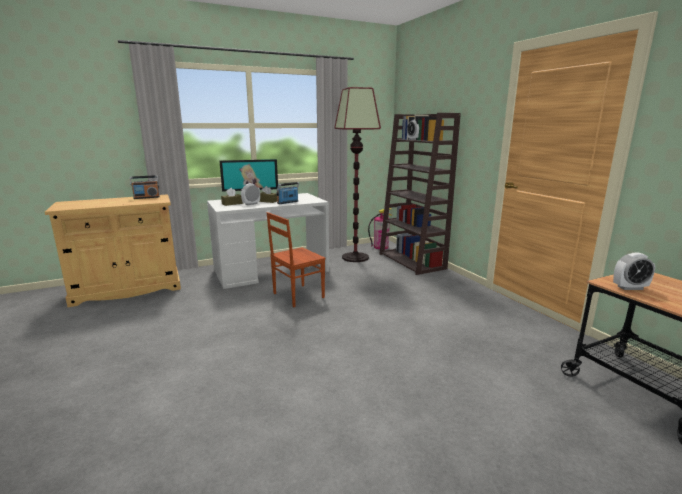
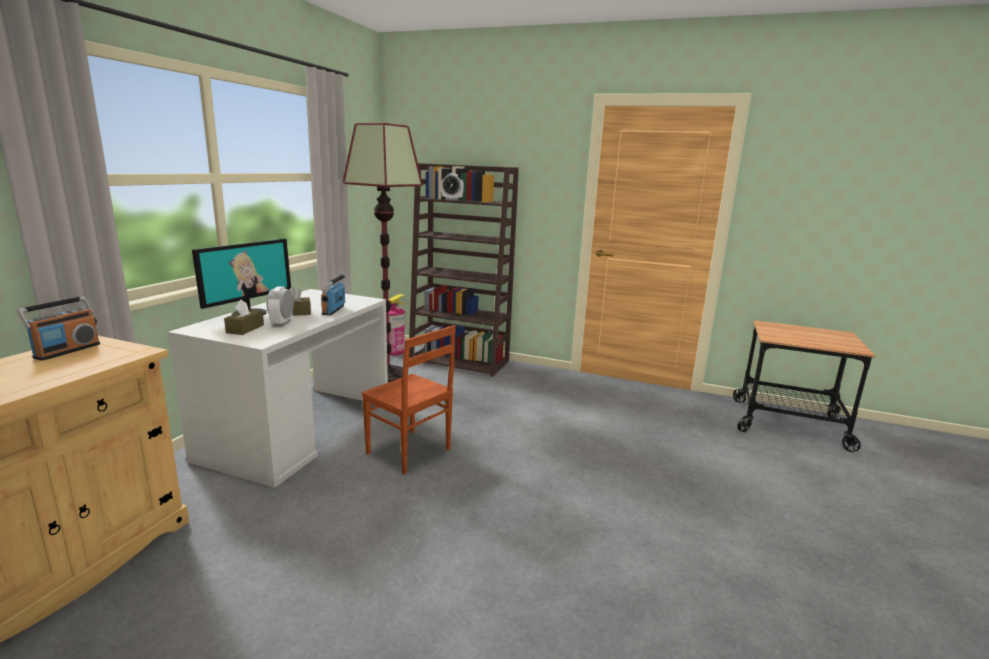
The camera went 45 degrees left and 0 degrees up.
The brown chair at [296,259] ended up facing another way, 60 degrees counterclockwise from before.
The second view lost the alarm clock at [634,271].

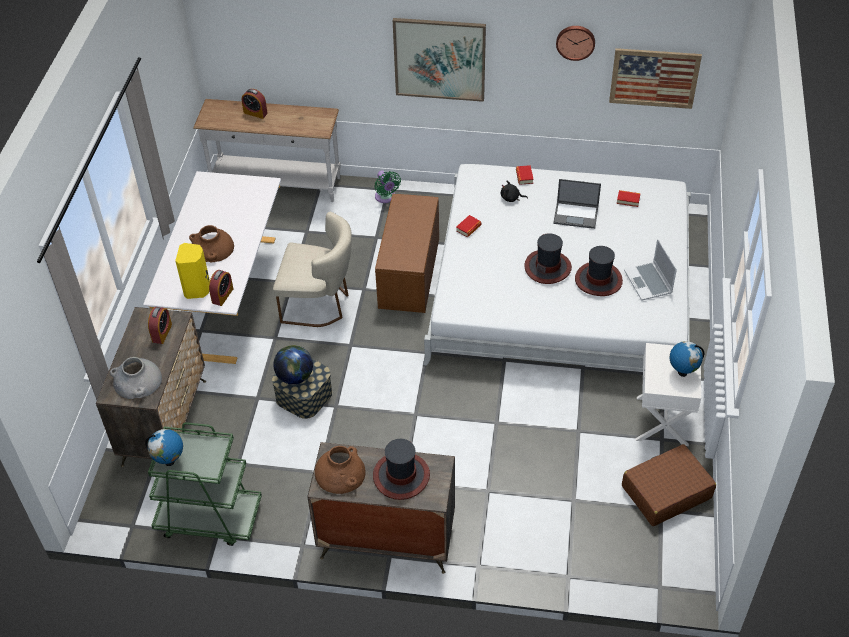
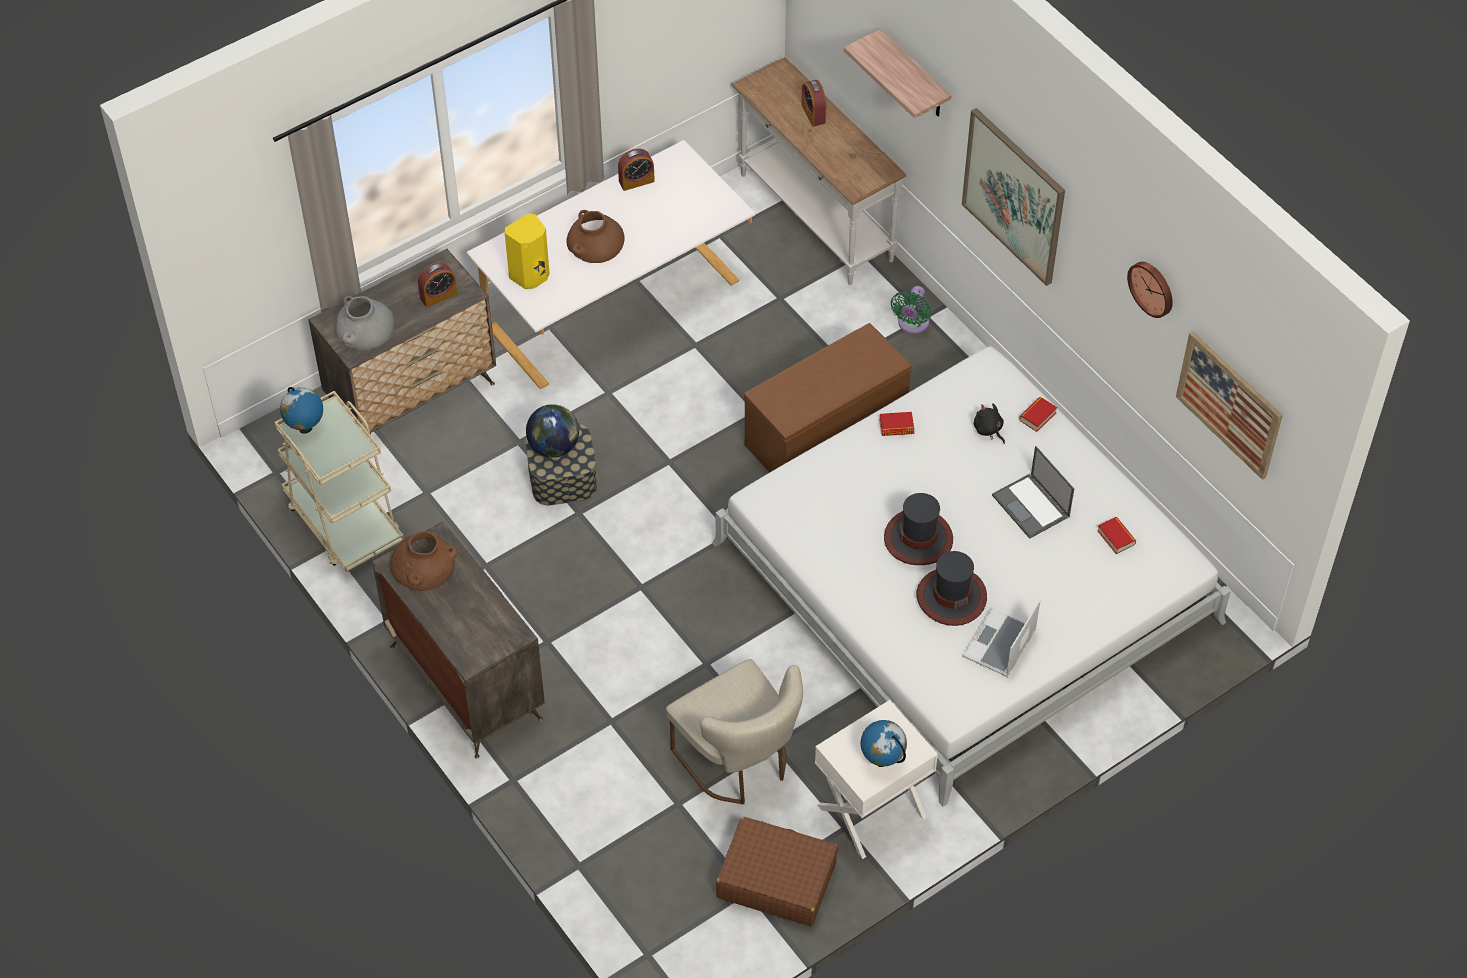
The camera went 45 degrees right and 5 degrees up.
The sand-coloured chair ended up elsewhere, having gone from [312,269] to [734,731].
The alarm clock ended up elsewhere, having gone from [221,288] to [636,170].
What was the green-coloured trolley at [205,484] turned into the sand-coloured trolley at [339,481].
The second view lost the clothing hat at [401,469].
The second view gained the shelf at [898,74].

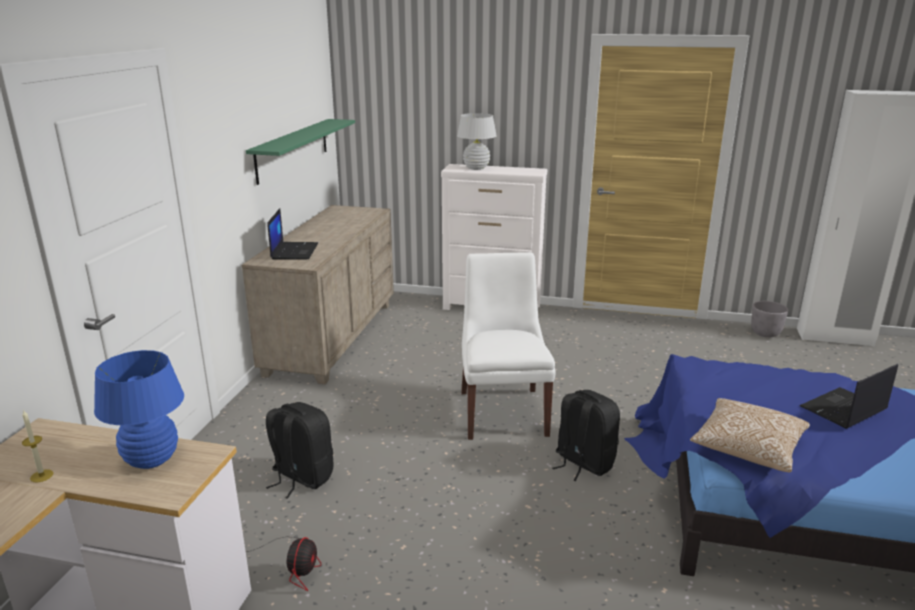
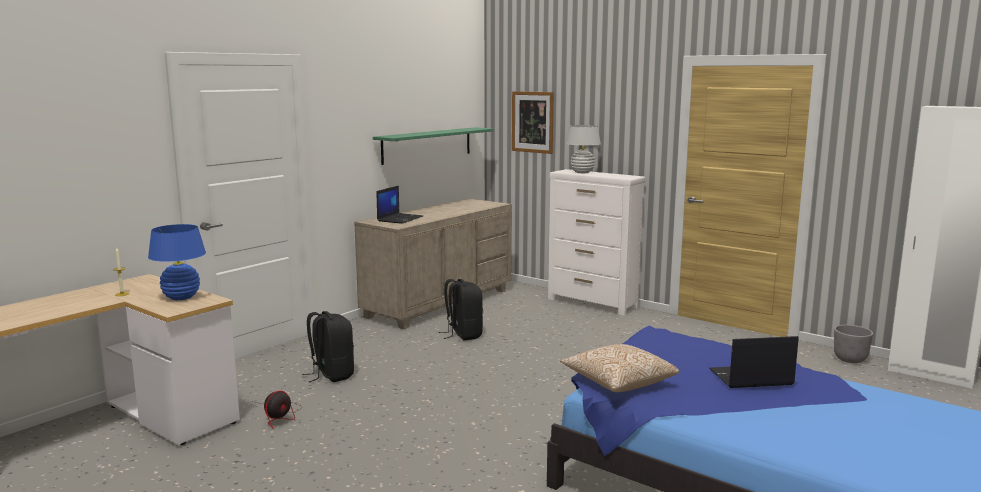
The camera went 25 degrees right and 10 degrees down.
The second view lost the white chair at [508,346].
The black knapsack ended up elsewhere, having gone from [586,435] to [461,309].
The second view gained the wall art at [533,122].

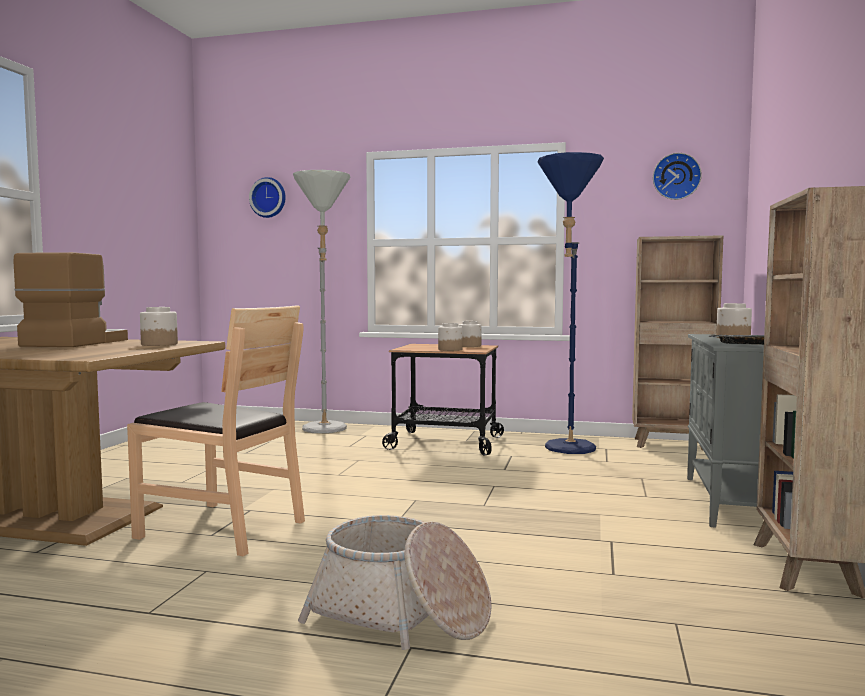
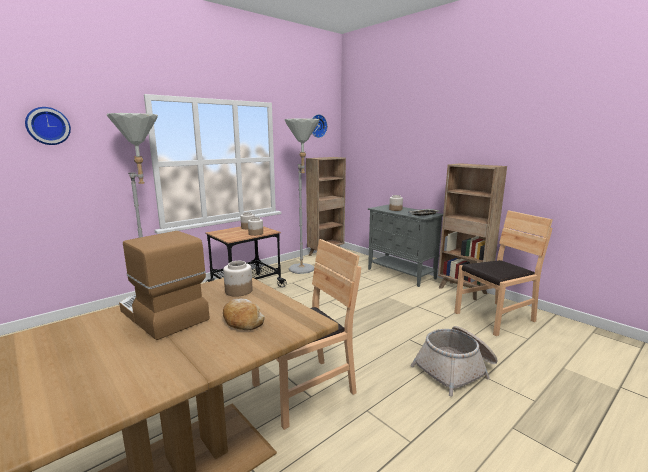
The camera went 55 degrees left and 10 degrees up.
What was the bluish standing lamp at [570,303] turned into the grey standing lamp at [302,196].
The second view gained the brown chair at [503,273].
The second view gained the baked bread at [244,314].

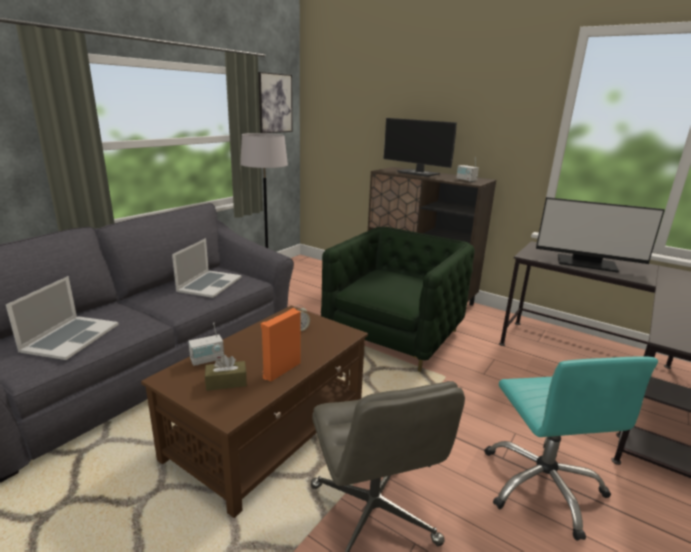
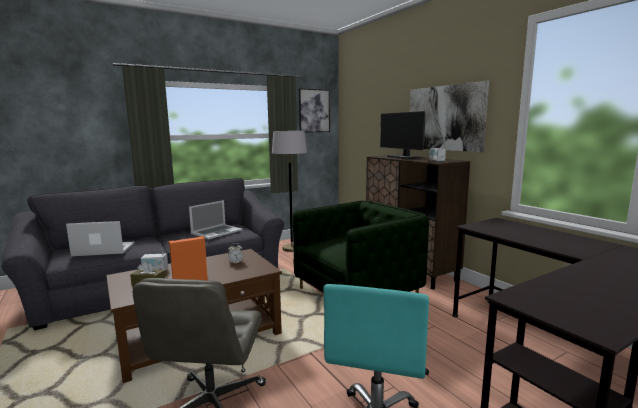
The camera went 25 degrees right and 10 degrees down.
The second view lost the monitor at [600,235].
The laptop at [62,318] ended up facing another way, 135 degrees counterclockwise from before.
The second view gained the wall art at [449,116].

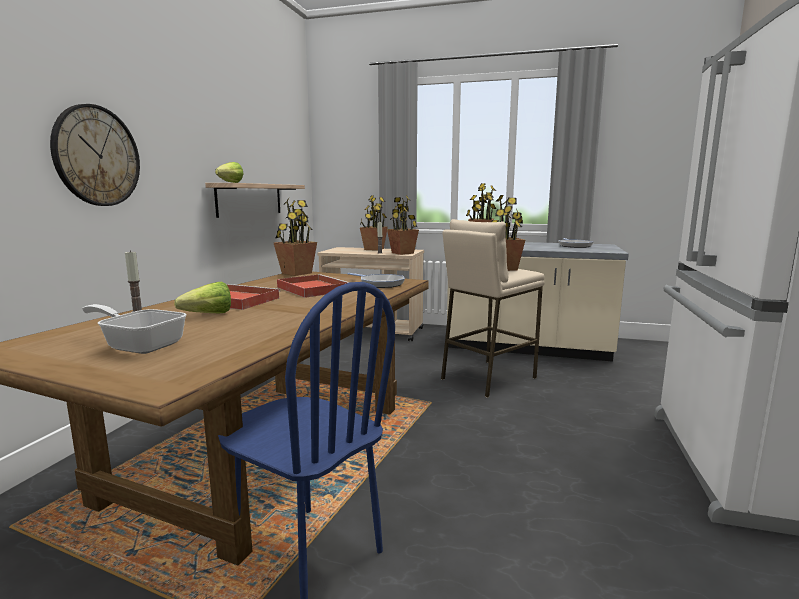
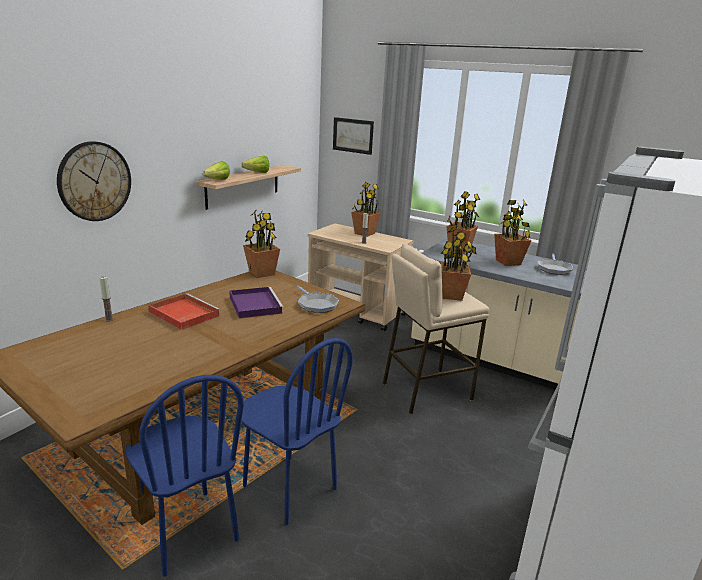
The camera went 15 degrees right and 10 degrees up.
The houseplant ended up elsewhere, having gone from [403,225] to [513,232].
What was the reddish carrying tray at [313,286] turned into the purple carrying tray at [256,303].
The lettuce head ended up elsewhere, having gone from [202,297] to [255,164].
The second view lost the skillet at [134,329].
The second view gained the wall art at [353,136].
The second view gained the bluish chair at [297,431].

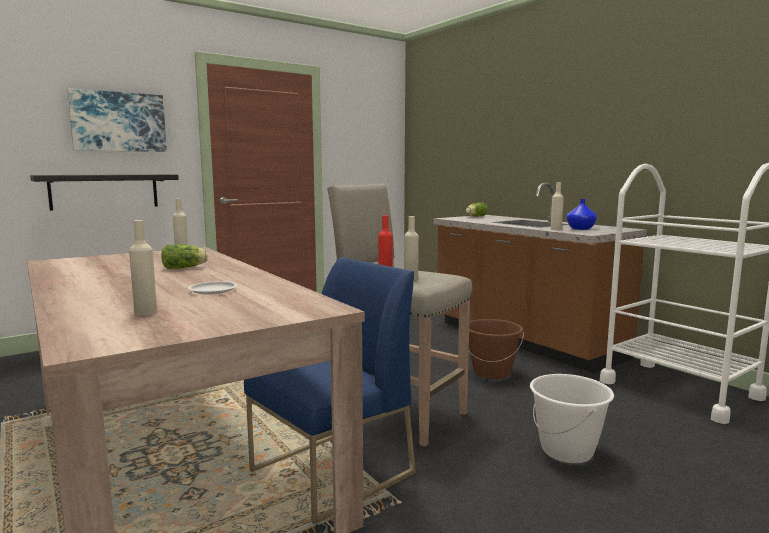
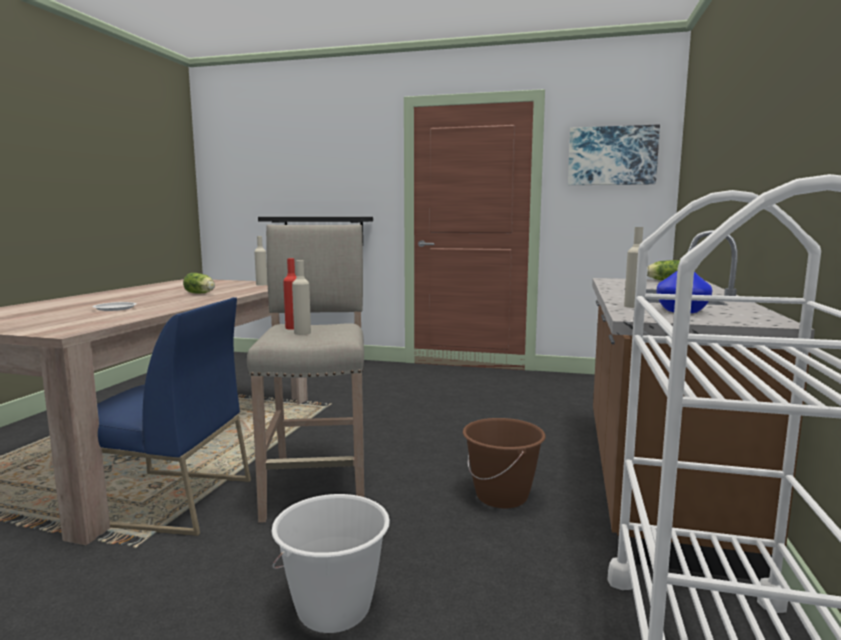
The camera went 50 degrees right and 0 degrees up.
The wall art ended up elsewhere, having gone from [117,120] to [614,154].
The second view lost the sand-coloured bottle at [143,268].

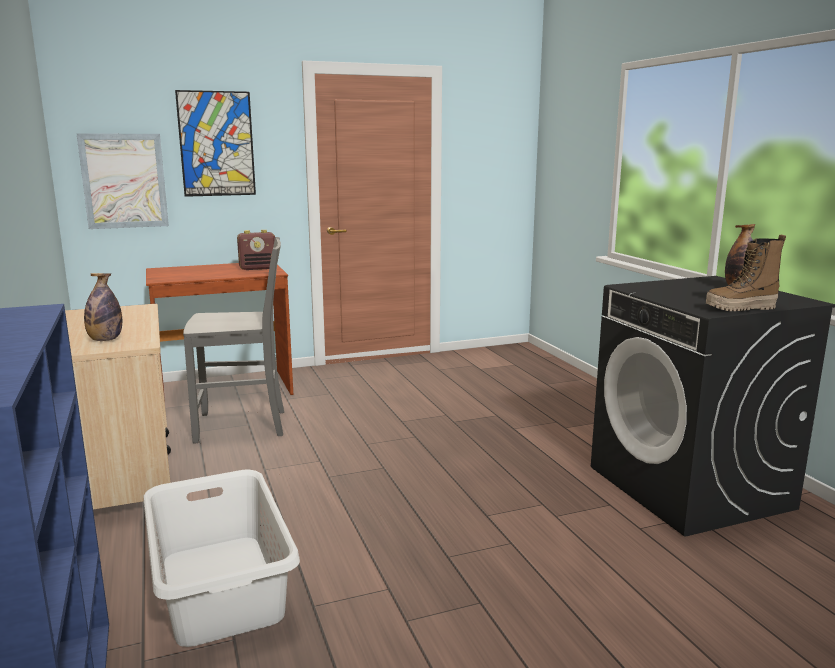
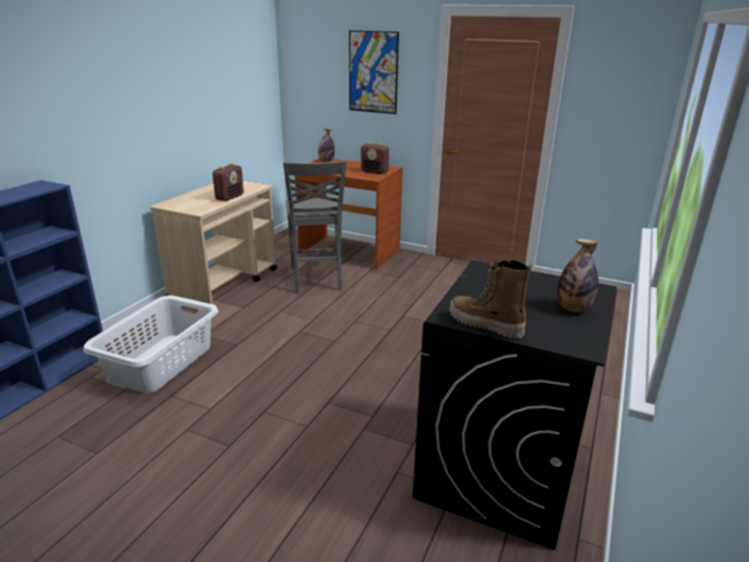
The camera went 45 degrees right and 10 degrees up.
The second view lost the wall art at [123,181].
The grey chair at [233,340] ended up facing another way, 45 degrees clockwise from before.
The bottle ended up elsewhere, having gone from [103,307] to [326,145].
The second view gained the radio set at [228,182].

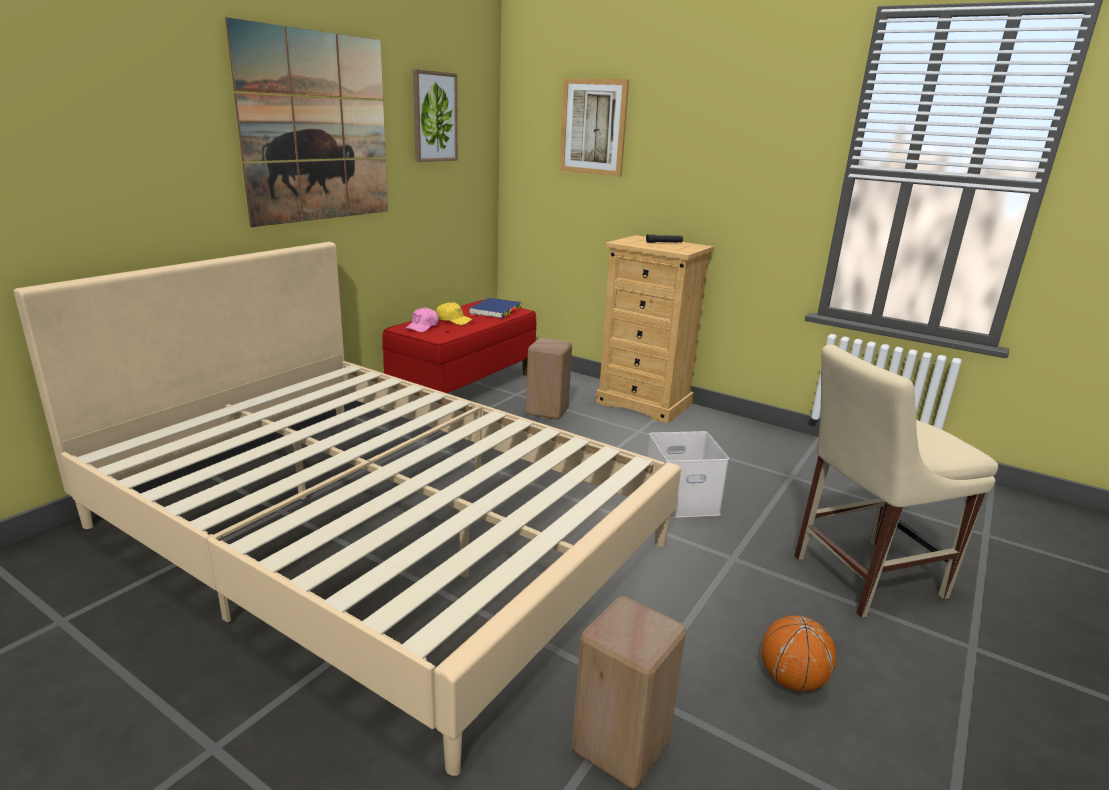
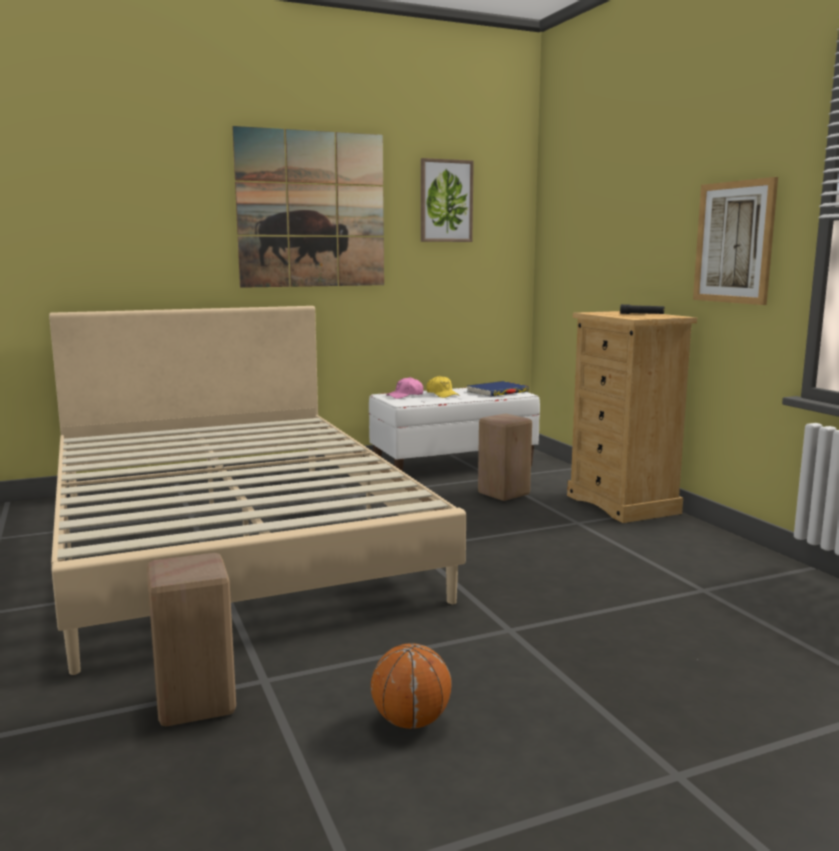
The camera went 35 degrees right and 10 degrees down.
The wall art ended up elsewhere, having gone from [594,127] to [735,241].
What was the reddish indoor bench at [459,346] turned into the white indoor bench at [454,429].
The second view lost the sand-coloured chair at [896,481].
The second view lost the white storage bin at [688,474].

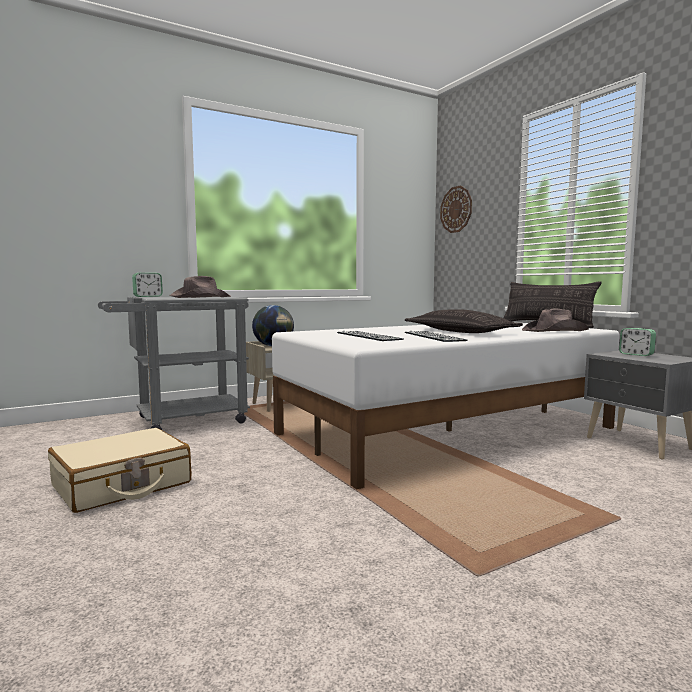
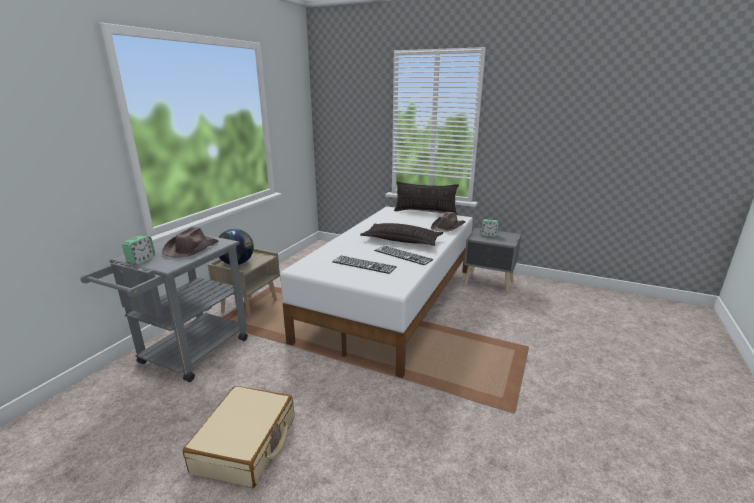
The camera went 35 degrees left and 15 degrees up.
The second view lost the clock on the wall at [456,209].

